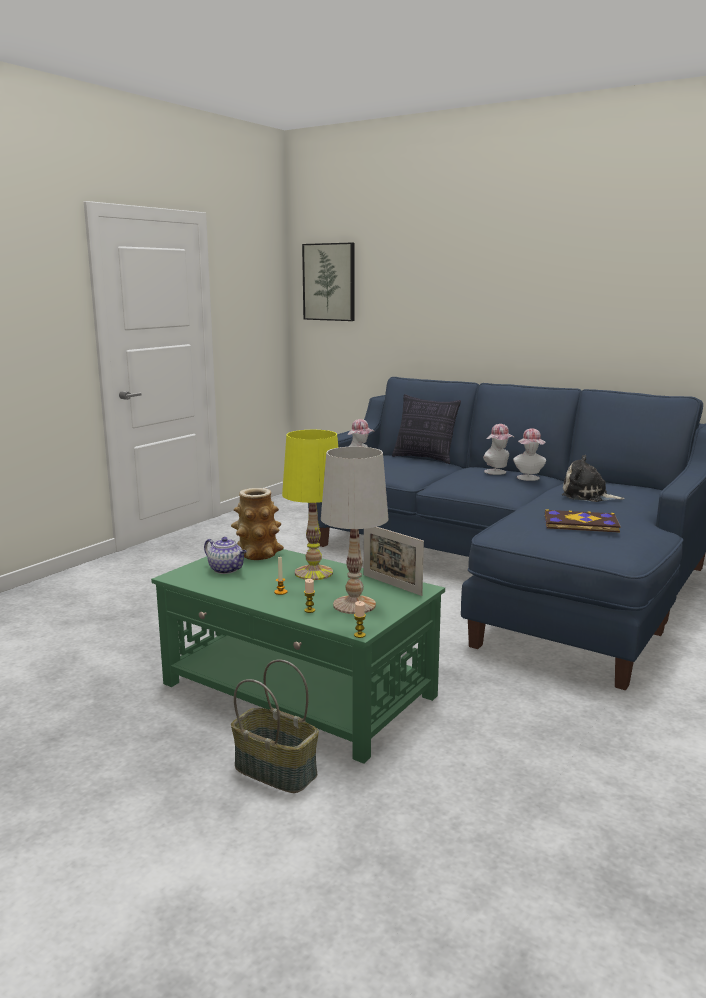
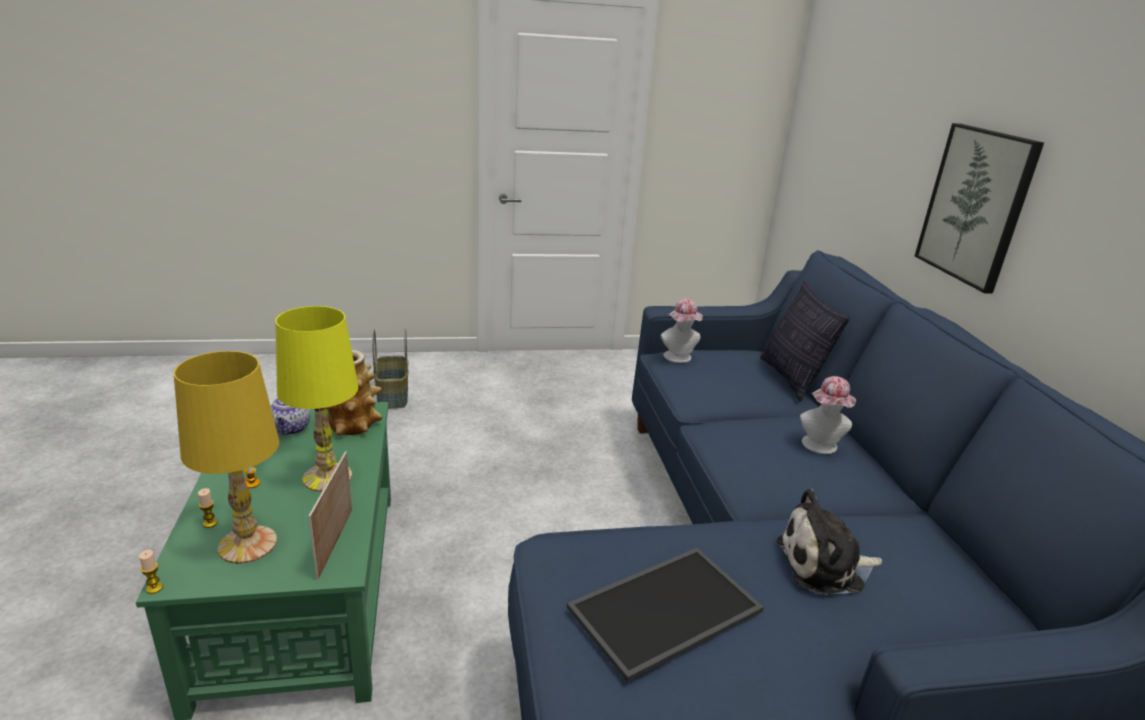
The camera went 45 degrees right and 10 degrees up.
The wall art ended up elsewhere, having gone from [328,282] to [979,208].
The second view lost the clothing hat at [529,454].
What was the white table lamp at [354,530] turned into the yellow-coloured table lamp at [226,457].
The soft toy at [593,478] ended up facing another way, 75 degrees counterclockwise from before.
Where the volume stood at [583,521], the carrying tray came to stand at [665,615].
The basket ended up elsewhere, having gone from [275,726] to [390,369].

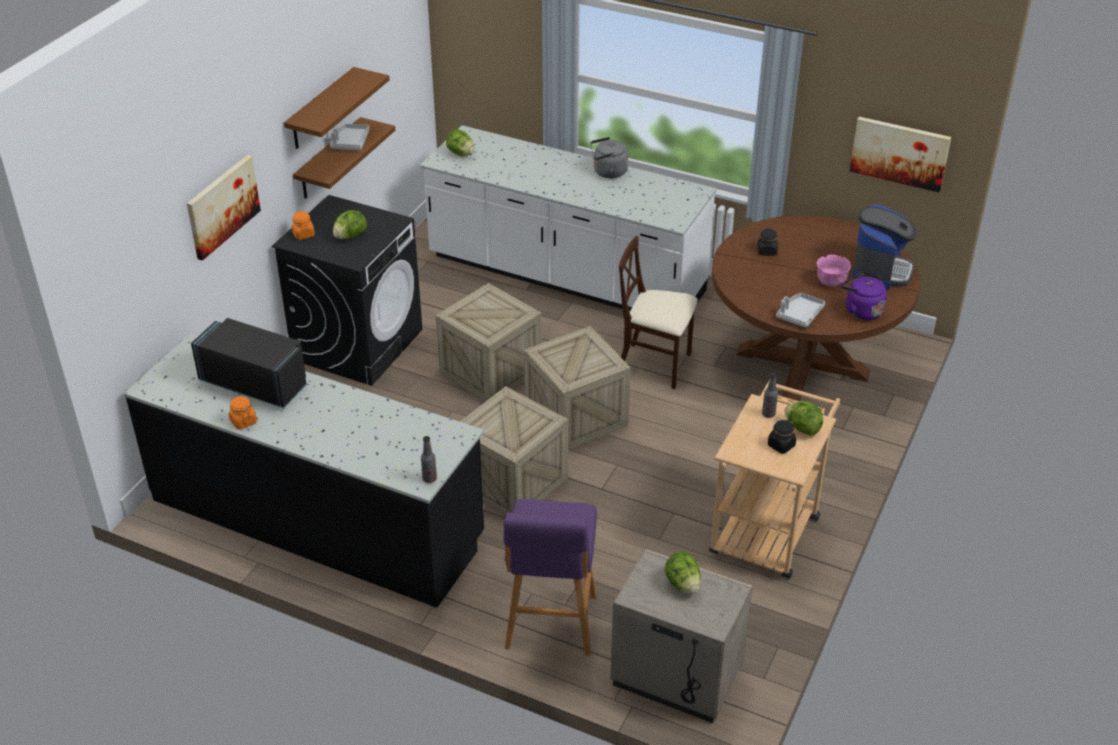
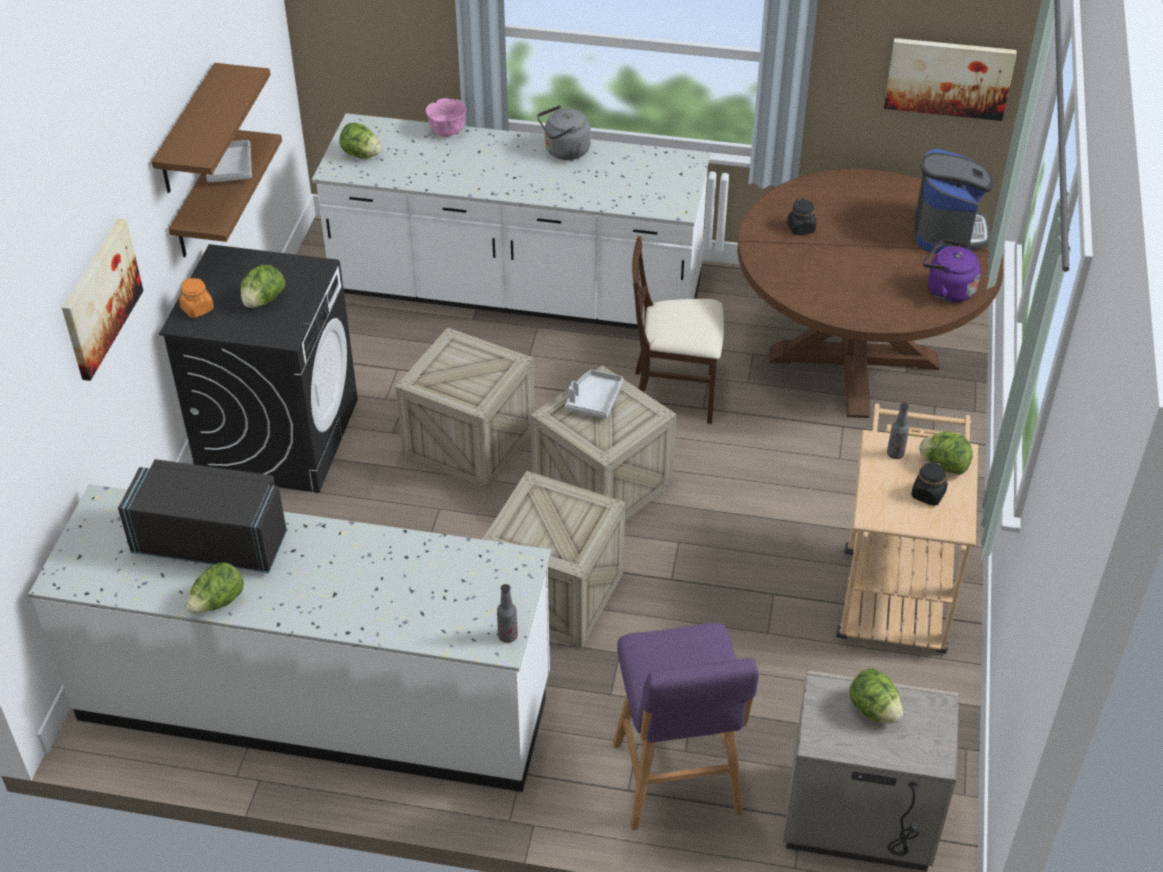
The camera went 15 degrees left and 5 degrees up.
The pinkish deep dish ended up elsewhere, having gone from [834,271] to [446,117].
The grey carrying tray ended up elsewhere, having gone from [800,310] to [594,394].
What was the black counter at [304,471] turned into the white counter at [289,638].
Where the orange-coloured preserve jar stood at [243,412], the lettuce head came to stand at [215,588].

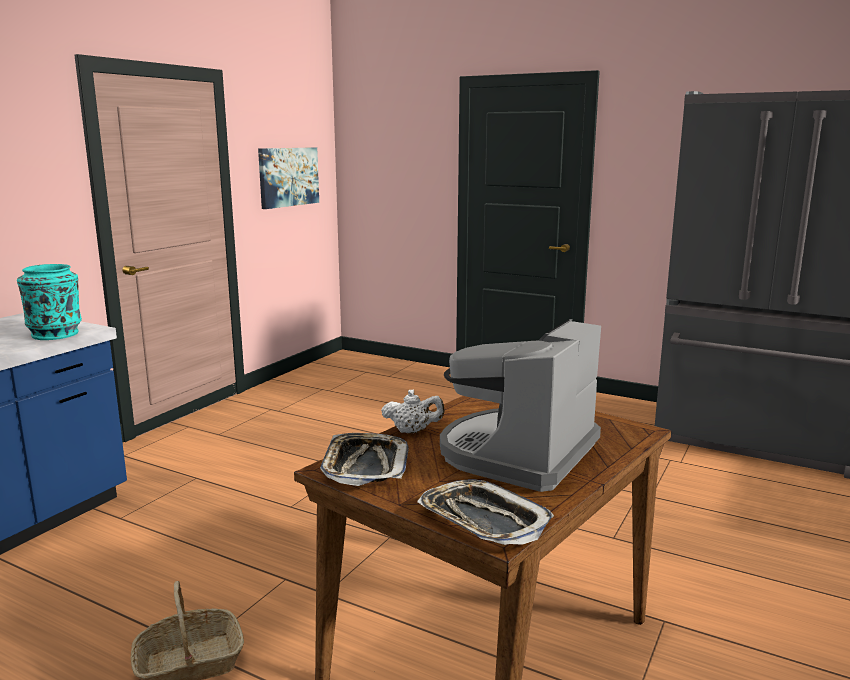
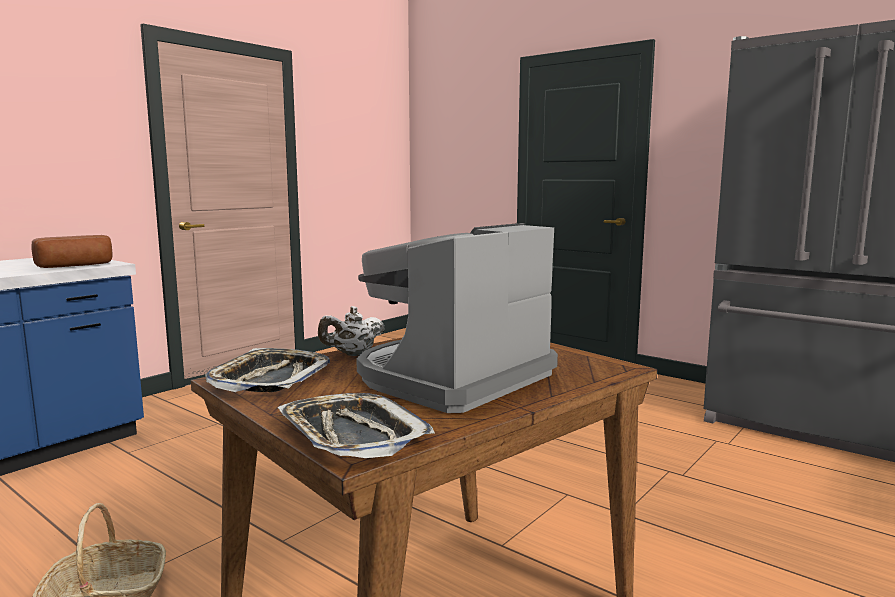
The camera went 10 degrees right and 5 degrees down.
The second view lost the wall art at [288,178].
Where the turquoise decorative vase stood at [49,302], the baked bread came to stand at [72,251].
The white teapot at [413,412] ended up facing another way, 135 degrees clockwise from before.

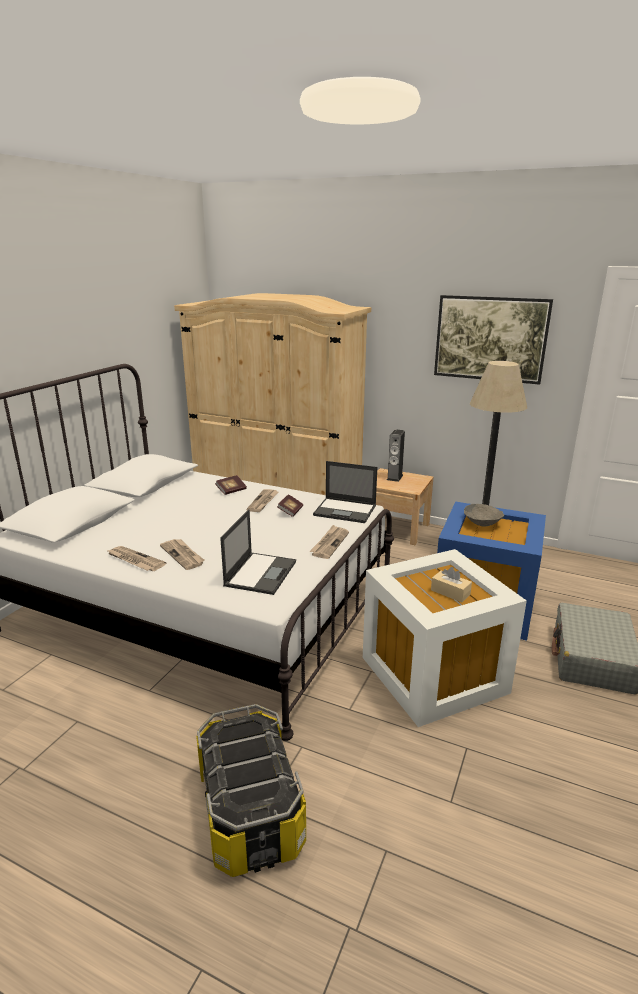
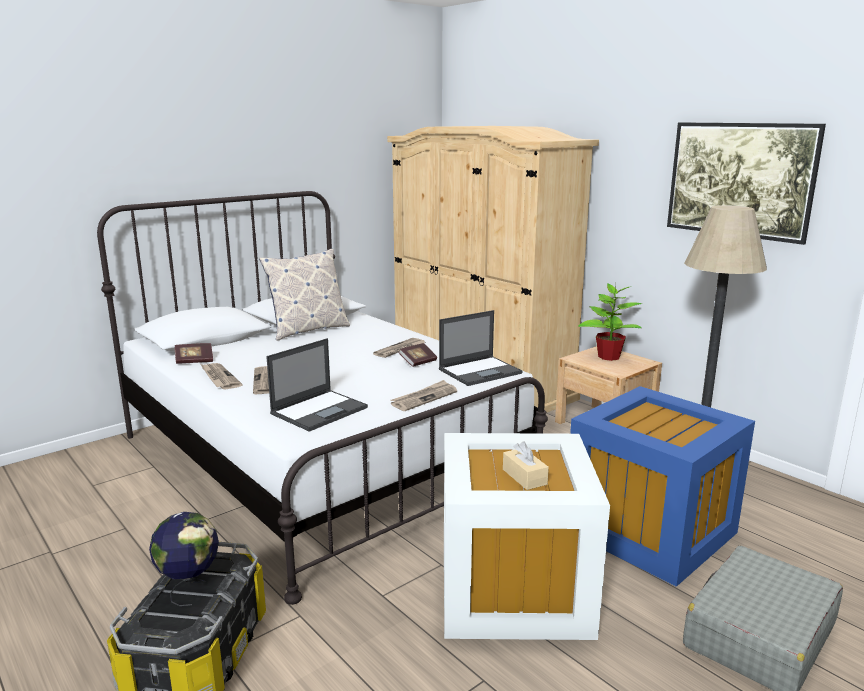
The camera went 25 degrees right and 5 degrees down.
Where the speaker stood at [396,455], the houseplant came to stand at [610,322].
The laptop at [345,492] ended up facing another way, 75 degrees counterclockwise from before.
The volume ended up elsewhere, having gone from [231,485] to [193,353].
The second view lost the grey deep dish at [484,515].
The second view gained the cushion at [304,295].
The second view gained the desk globe at [184,559].

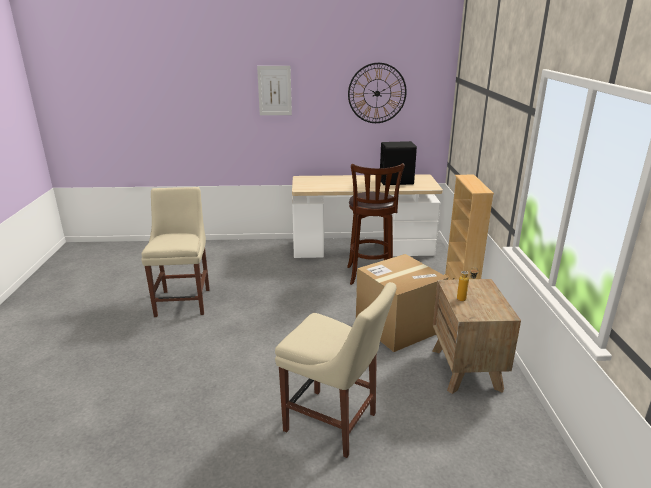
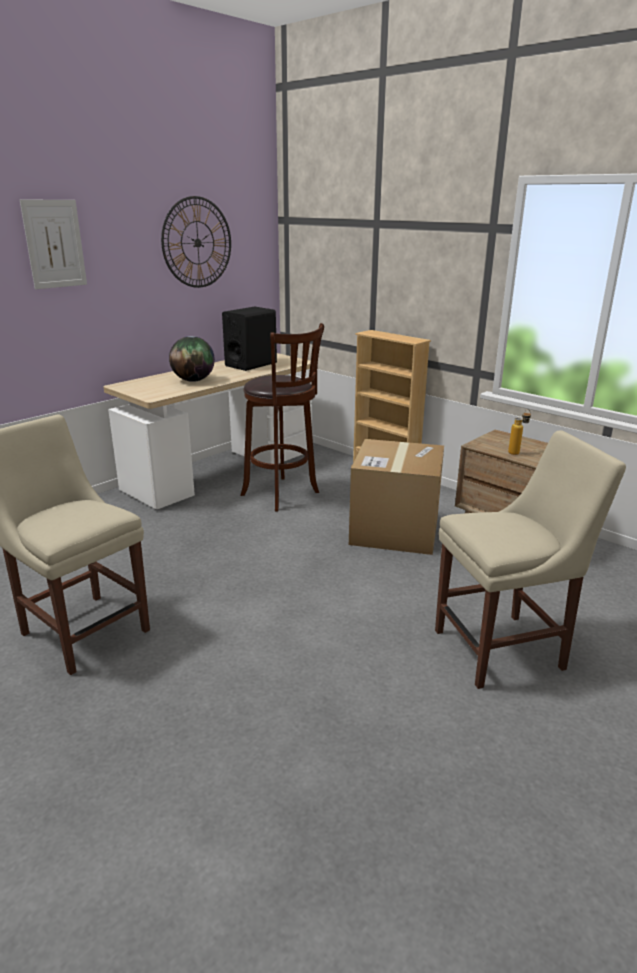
The camera went 45 degrees left and 0 degrees up.
The second view gained the desk globe at [192,359].

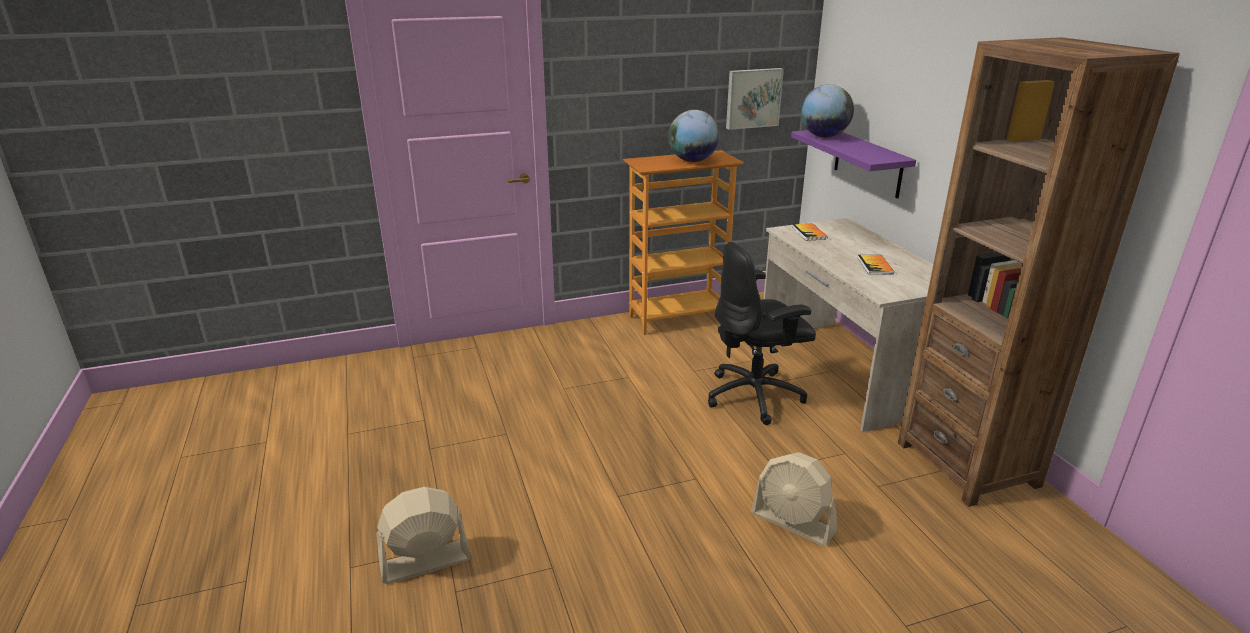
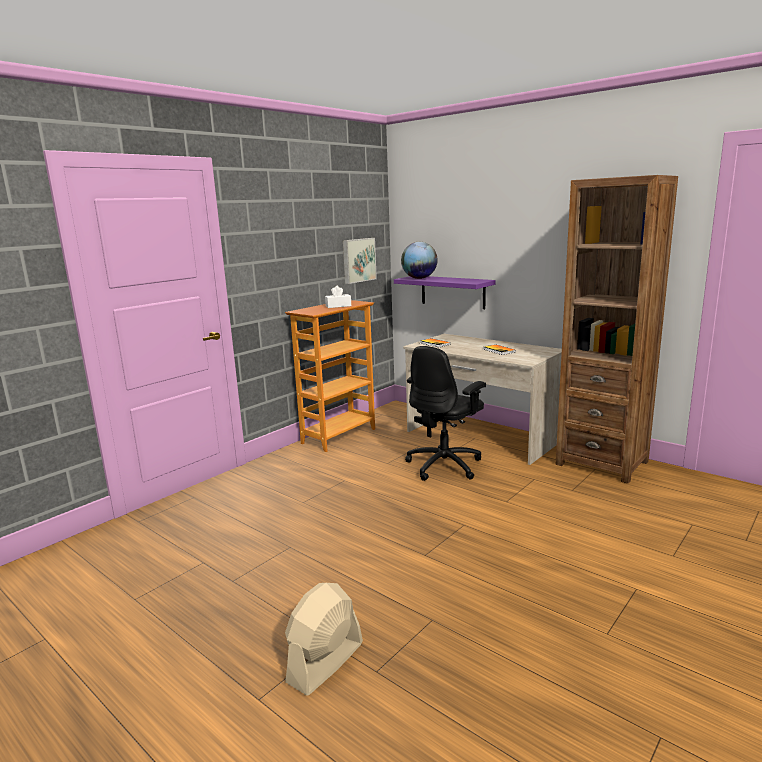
The camera went 30 degrees left and 10 degrees down.
Where the desk globe stood at [693,136], the white box of tissues came to stand at [338,297].
The second view lost the sand-coloured cooling fan at [794,499].

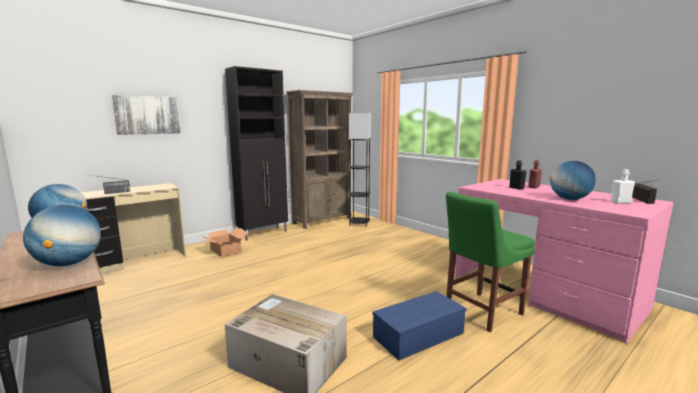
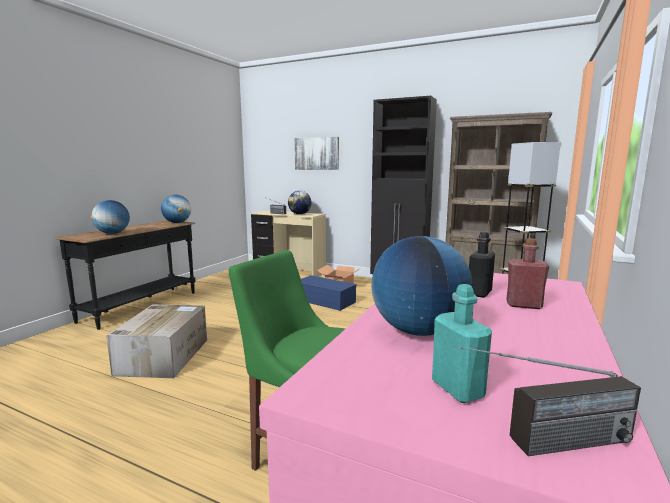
The camera went 65 degrees right and 0 degrees up.
What was the white bottle at [623,186] turned into the turquoise bottle at [462,343].
The bluish storage bin ended up elsewhere, having gone from [420,325] to [329,293].
The second view gained the desk globe at [300,202].

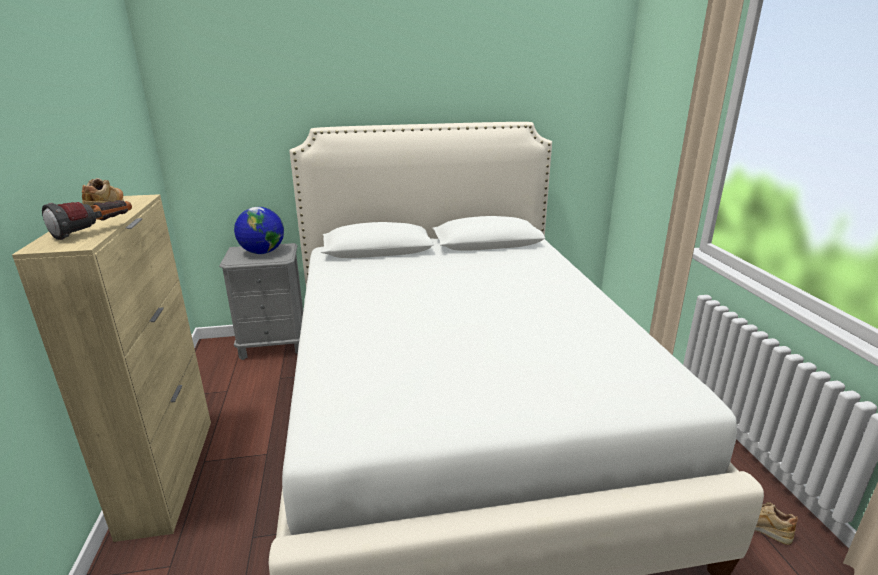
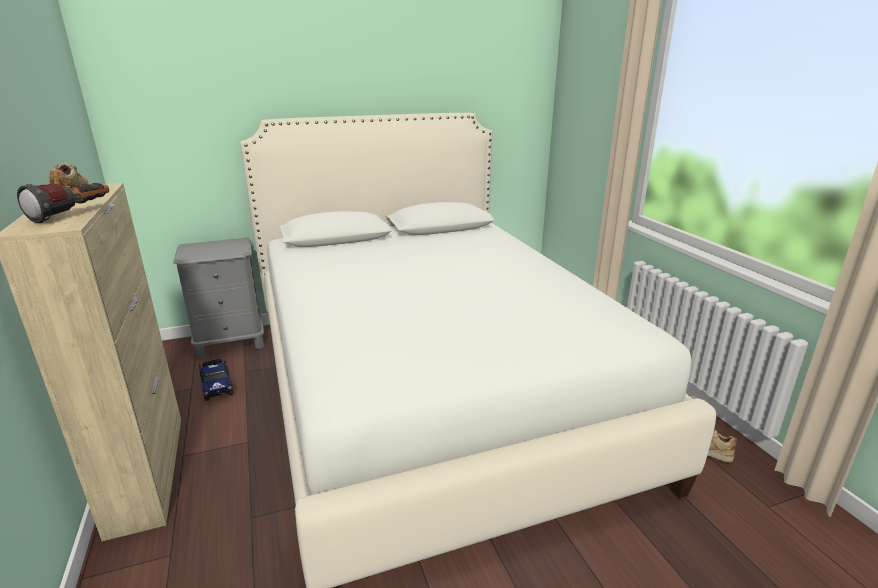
The camera went 10 degrees left and 0 degrees up.
The second view lost the desk globe at [259,230].
The second view gained the toy truck at [216,380].

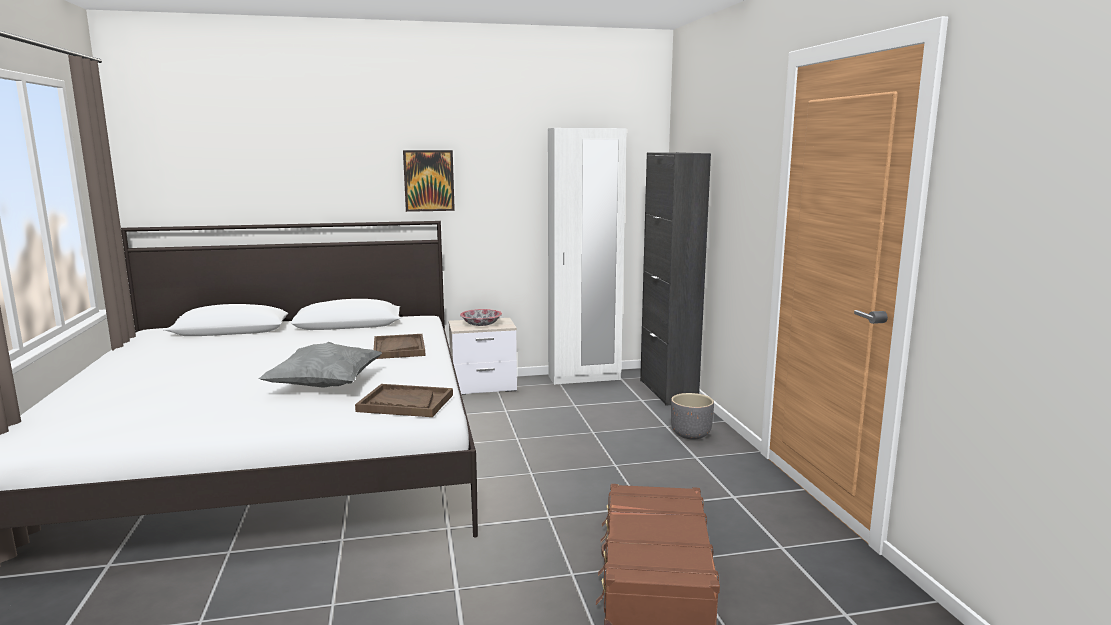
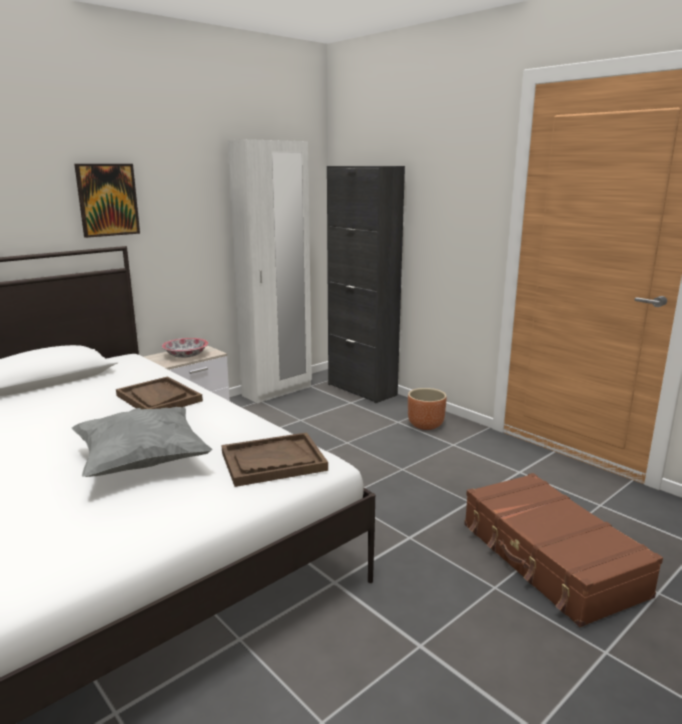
The camera went 30 degrees left and 5 degrees up.
What was the grey planter at [692,416] turned into the brown planter at [427,409].

